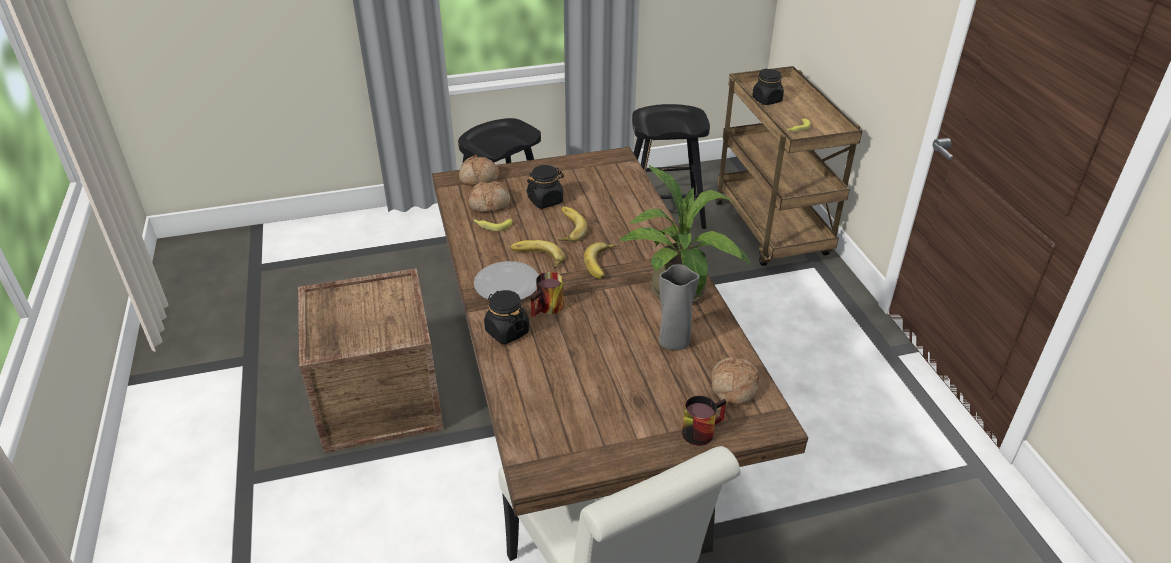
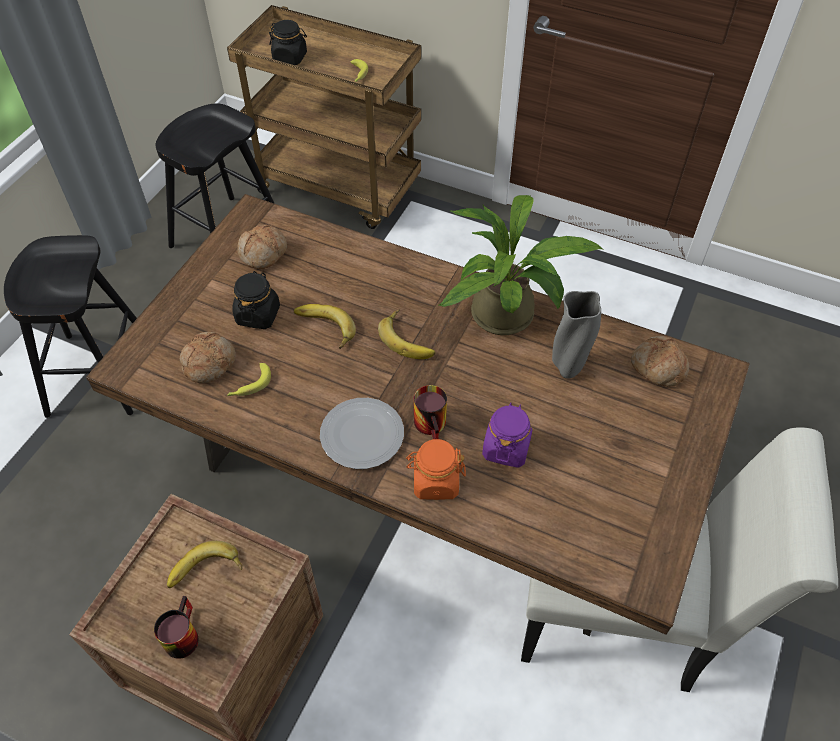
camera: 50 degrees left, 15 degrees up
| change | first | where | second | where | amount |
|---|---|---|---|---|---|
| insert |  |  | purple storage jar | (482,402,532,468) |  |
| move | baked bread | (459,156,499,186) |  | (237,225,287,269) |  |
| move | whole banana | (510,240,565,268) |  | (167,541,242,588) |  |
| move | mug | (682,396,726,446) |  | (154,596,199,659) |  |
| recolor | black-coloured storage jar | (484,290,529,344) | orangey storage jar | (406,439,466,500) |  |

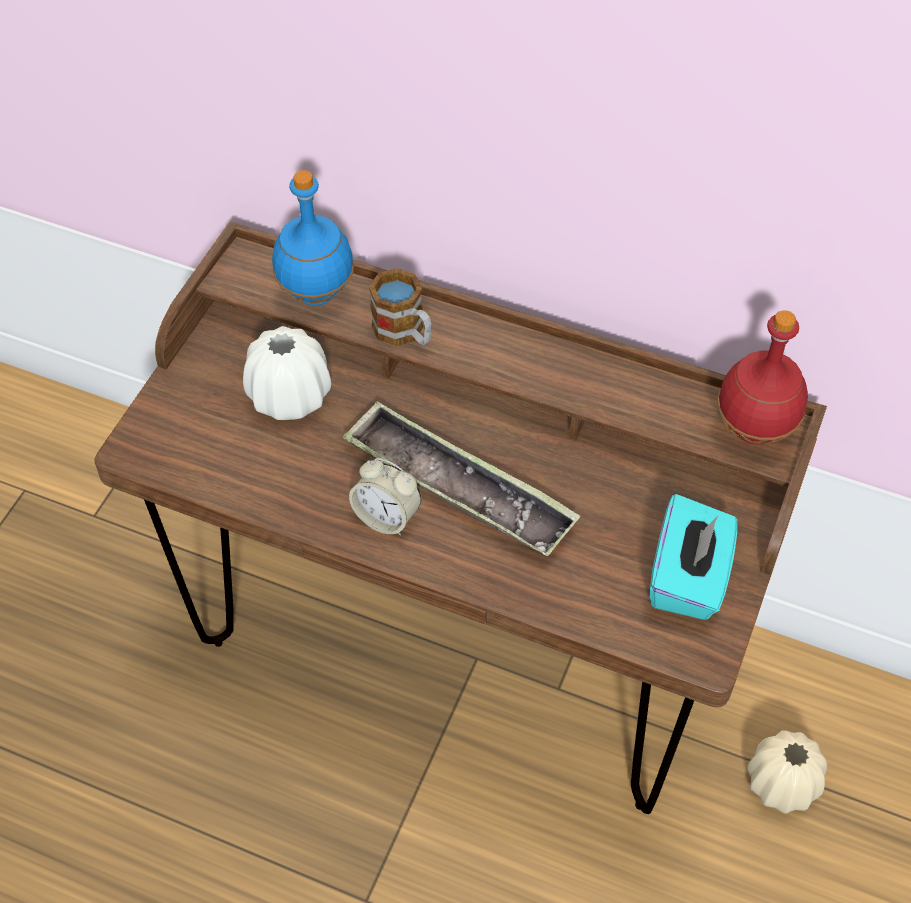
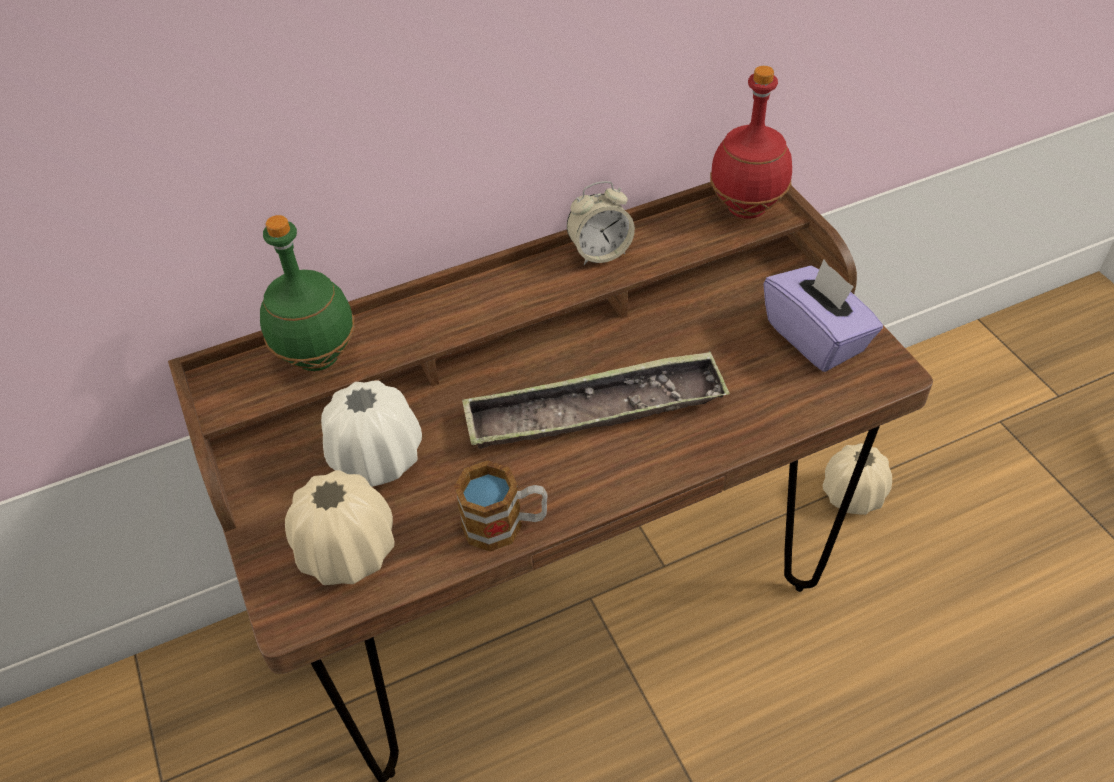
camera: 45 degrees left, 5 degrees down
| change | first | where | second | where | amount |
|---|---|---|---|---|---|
| insert |  |  | beige decorative vase | (285,470,394,585) |  |
| move | alarm clock | (349,458,421,536) |  | (567,181,635,265) |  |
| move | mug | (369,268,431,346) |  | (454,460,548,552) |  |
| recolor | bluish drink bottle | (272,170,354,306) | green drink bottle | (260,215,355,371) |  |
| recolor | blue-green tissue holder | (650,494,737,620) | purple tissue holder | (763,259,883,372) |  |

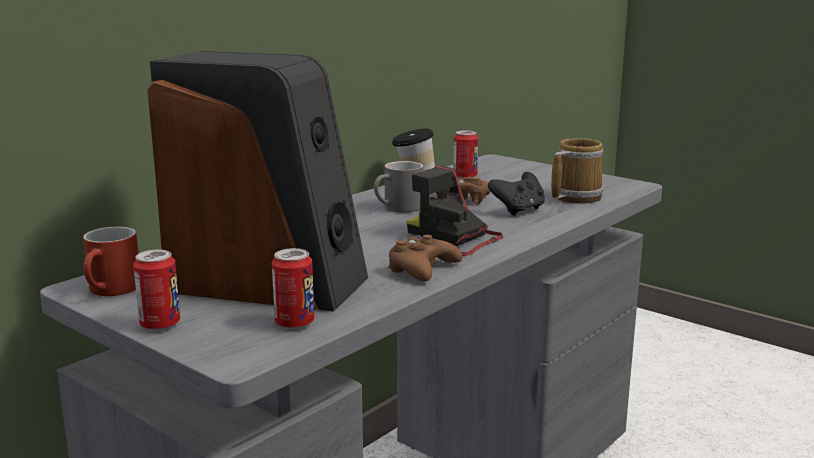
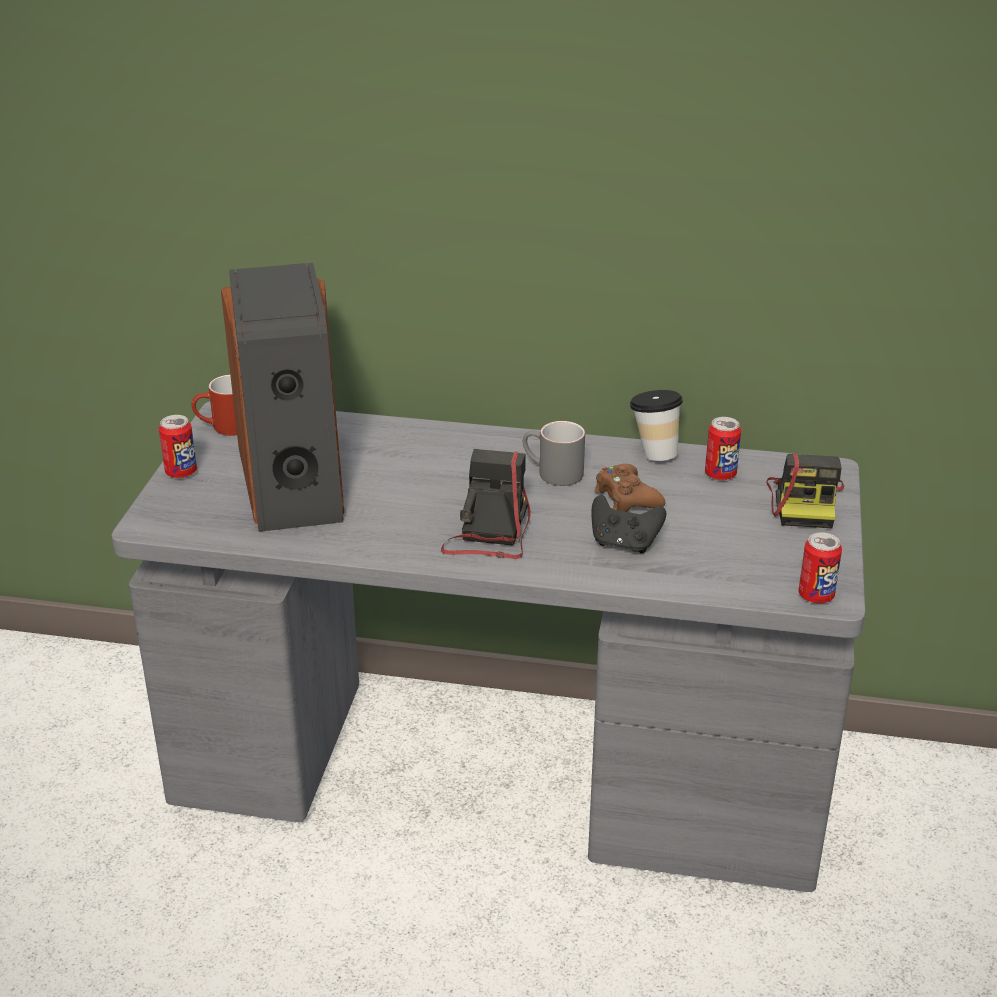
camera: 60 degrees right, 15 degrees up
| change | first | where | second | where | amount |
|---|---|---|---|---|---|
| delete | brown-coloured gamepad | (388,235,462,282) |  |  |  |
| delete | mug | (551,138,604,203) |  |  |  |
| insert |  |  | still camera | (767,453,844,528) |  |
| move | sealed can | (272,248,314,329) |  | (799,532,842,604) |  |

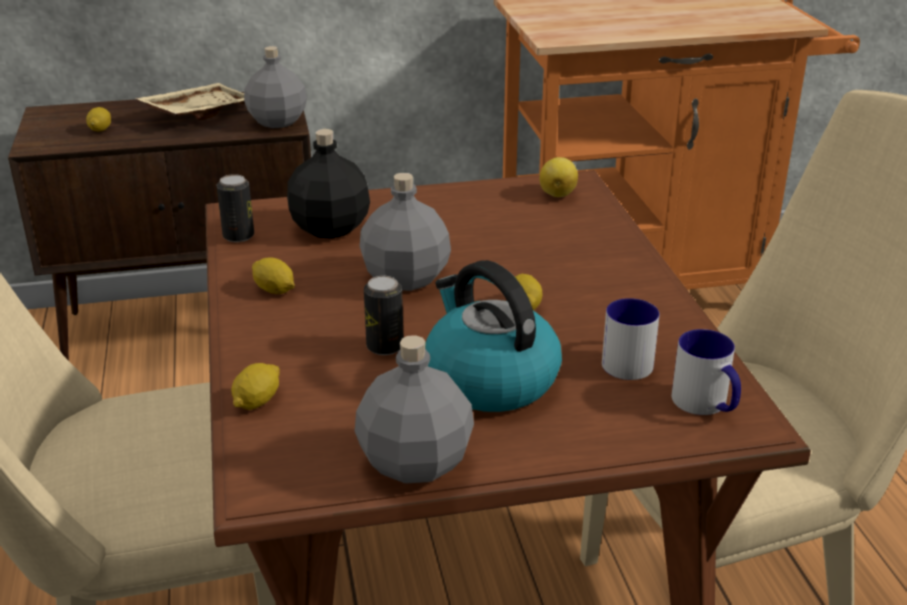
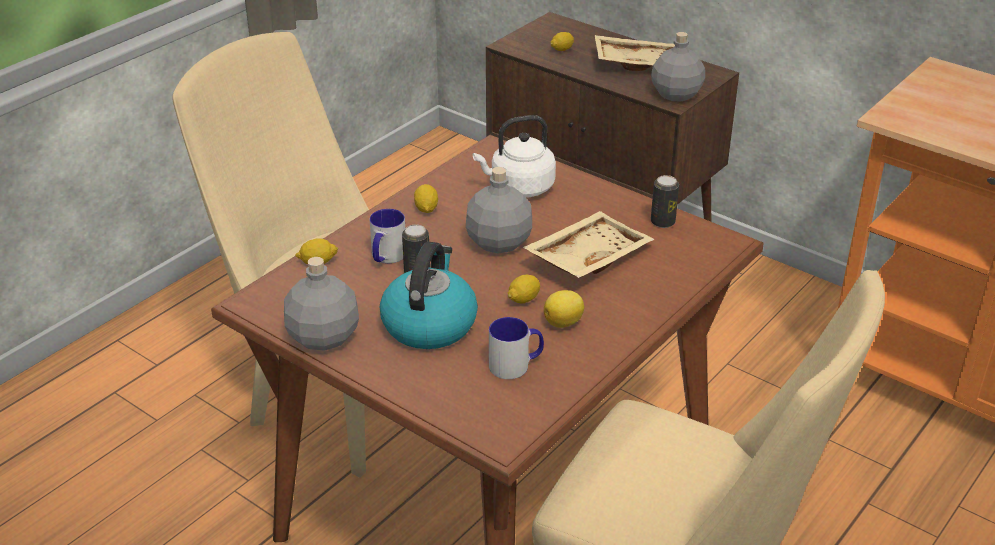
camera: 50 degrees right, 5 degrees up
| change | first | where | second | where | amount |
|---|---|---|---|---|---|
| insert |  |  | beige serving tray | (523,211,655,278) |  |
| move | sealed can | (217,174,254,242) |  | (651,175,679,228) |  |
| move | whole lemon | (539,157,578,197) |  | (544,290,584,328) |  |
| move | mug | (672,329,741,415) |  | (370,209,405,263) |  |
| replace | black-coloured drink bottle | (287,129,370,239) | white kettle | (473,115,556,198) |  |

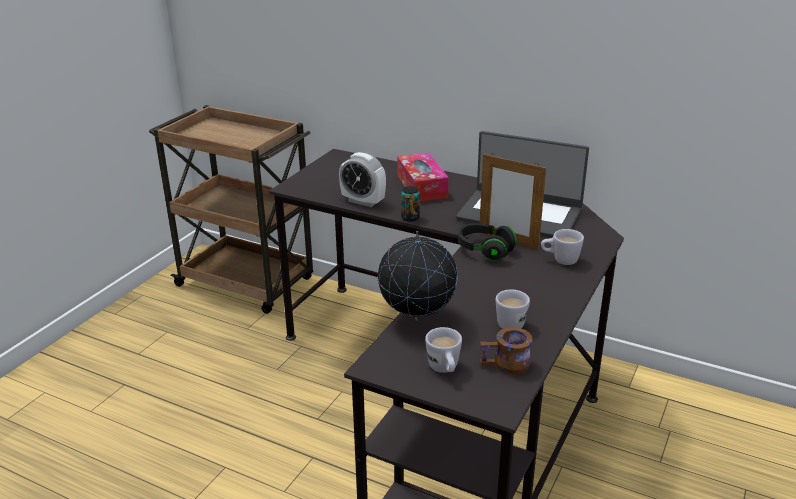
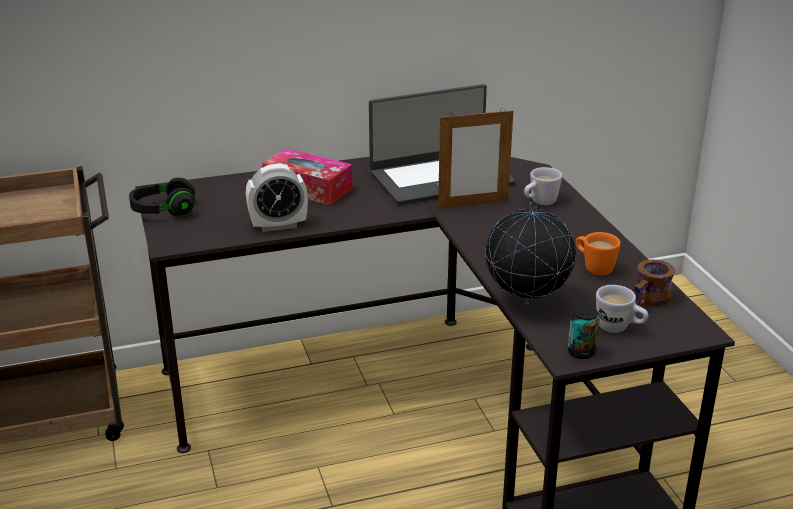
camera: 45 degrees left, 0 degrees up
| change | first | where | second | where | amount |
|---|---|---|---|---|---|
| move | sealed can | (401,186,420,222) |  | (568,306,600,359) |  |
| move | black-coloured headphones | (458,223,517,261) |  | (129,177,195,216) |  |
| recolor | white mug | (495,290,530,329) | orangey mug | (576,232,621,276) |  |

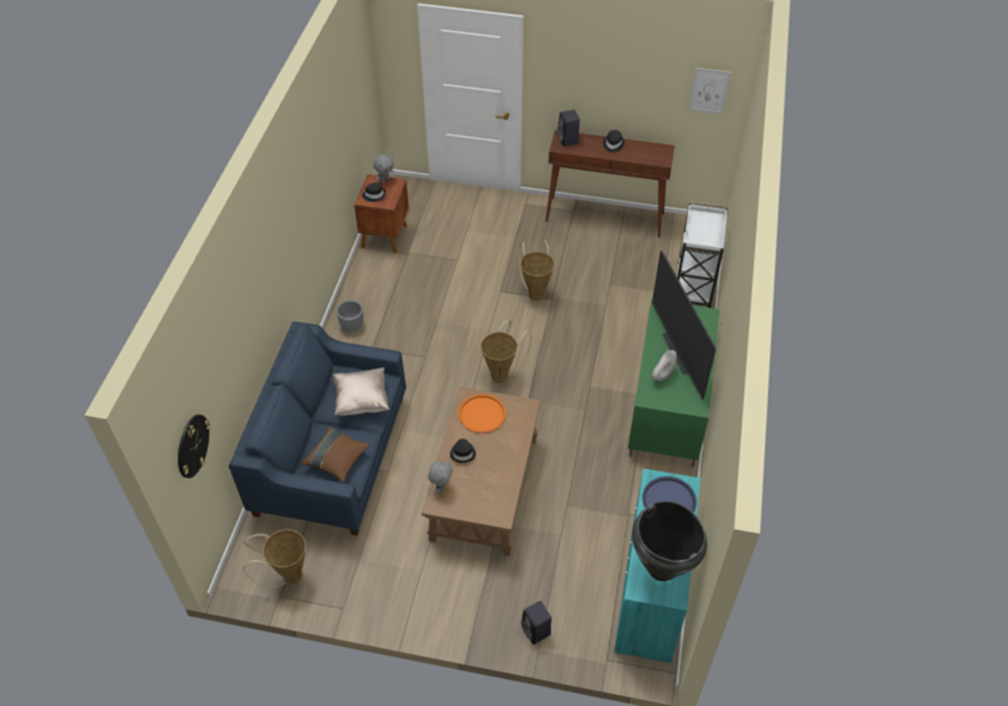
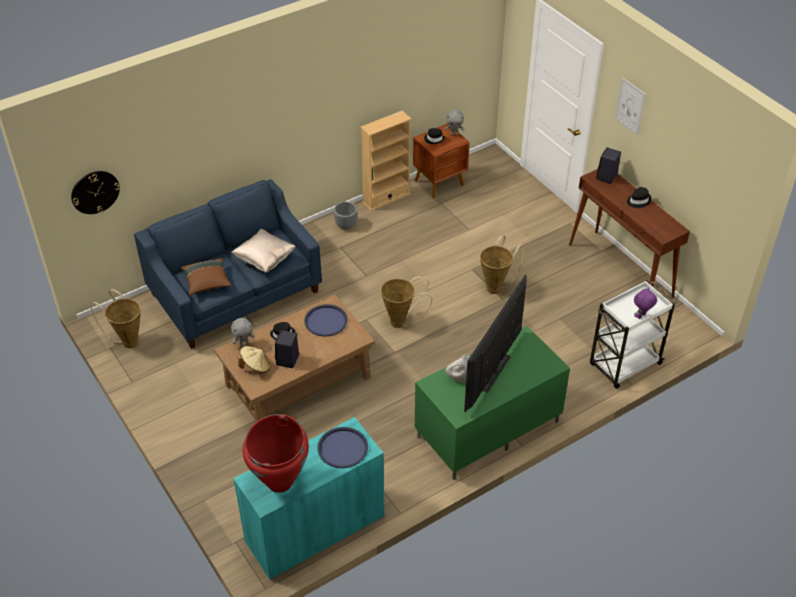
camera: 45 degrees right, 5 degrees down
| change | first | where | second | where | amount |
|---|---|---|---|---|---|
| insert |  |  | beige wearable hat | (238,346,271,373) |  |
| insert |  |  | beige bookcase | (360,111,411,211) |  |
| insert |  |  | purple cuddly toy | (634,287,657,319) |  |
| move | black-coloured audio speaker | (521,601,552,645) |  | (275,330,299,368) |  |
| move | picture | (689,68,731,115) |  | (615,78,646,136) |  |
| recolor | orangey serving tray | (458,394,506,433) | bluish serving tray | (304,304,348,336) |  |
| recolor | black-coloured decorative vase | (632,501,707,581) | red decorative vase | (243,414,309,493) |  |

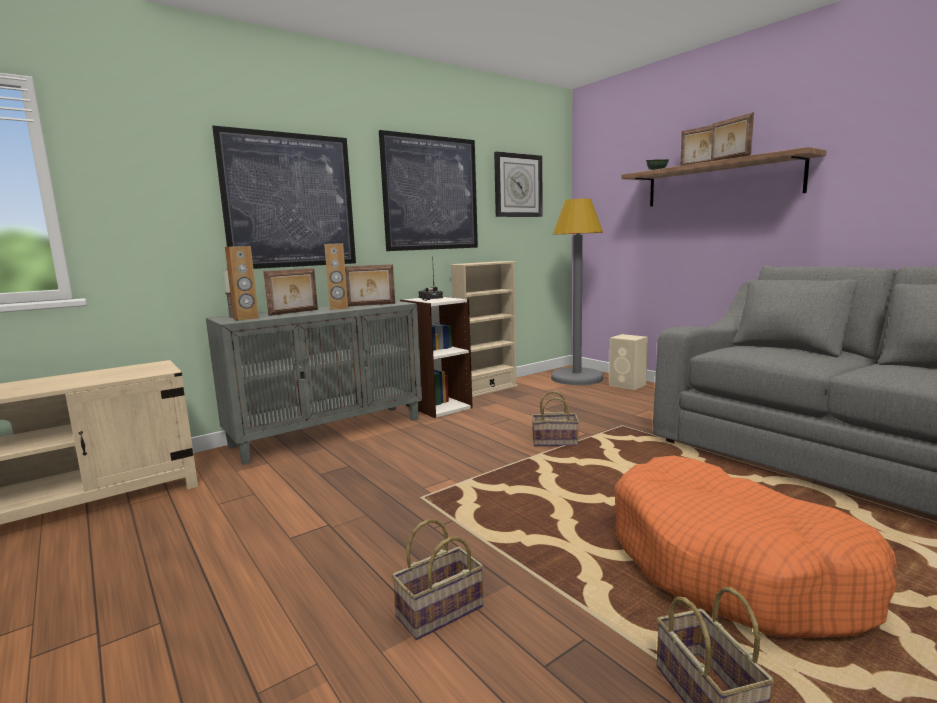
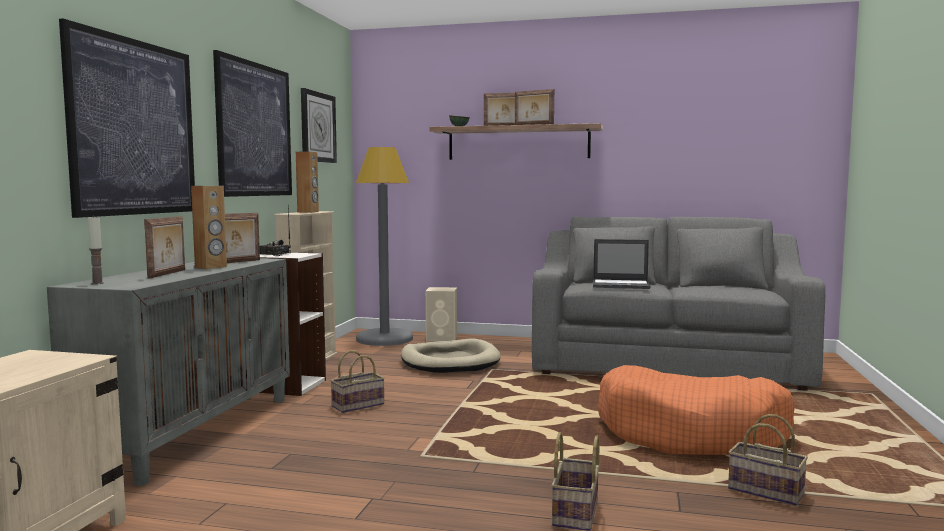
camera: 40 degrees left, 5 degrees down
| change | first | where | second | where | amount |
|---|---|---|---|---|---|
| insert |  |  | beige pet bed | (401,338,501,373) |  |
| insert |  |  | notebook computer | (593,239,651,289) |  |
| move | brown-coloured audio speaker | (225,246,259,321) |  | (296,151,319,213) |  |
| move | household basket | (532,391,579,447) |  | (330,350,385,413) |  |

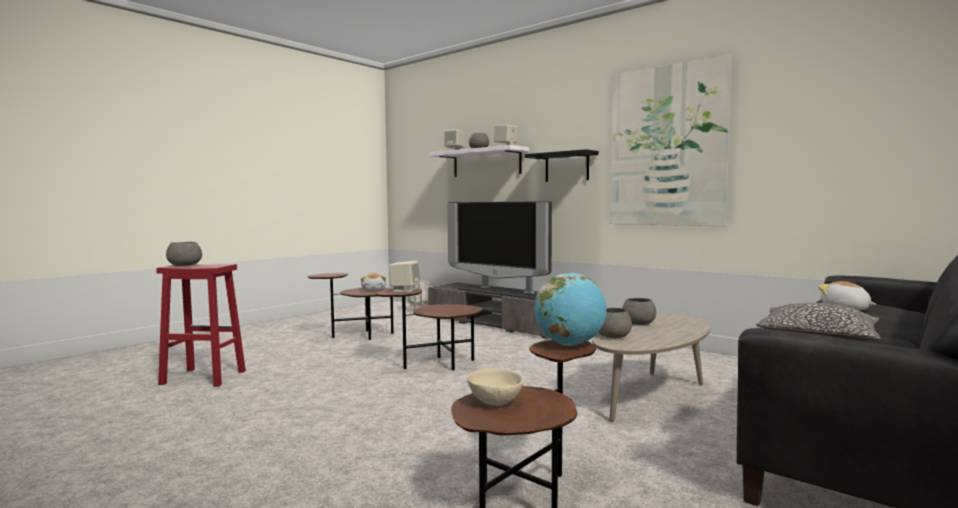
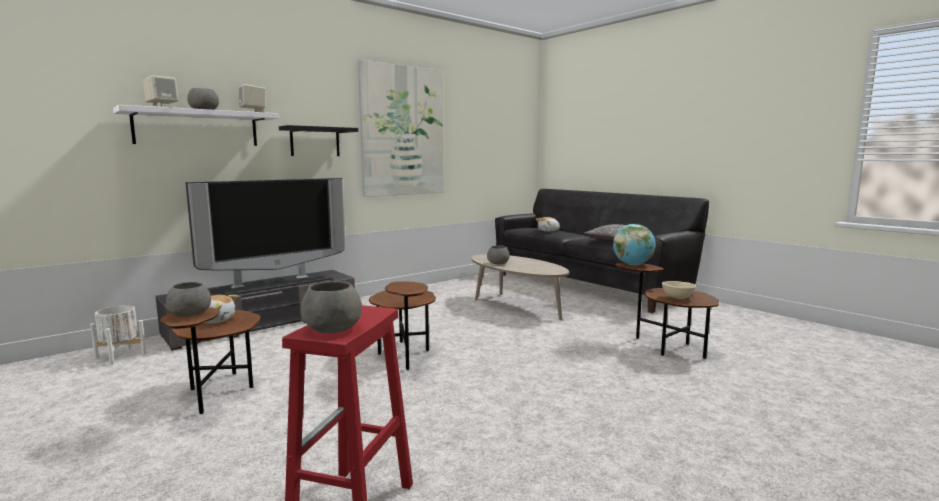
camera: 80 degrees left, 5 degrees up
| change | first | where | second | where | amount |
|---|---|---|---|---|---|
| delete | beige audio speaker | (388,261,420,292) |  |  |  |
| move | gray bowl | (598,308,632,338) |  | (166,282,211,317) |  |

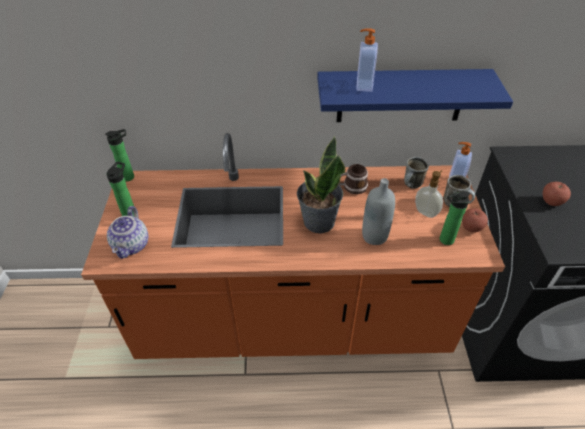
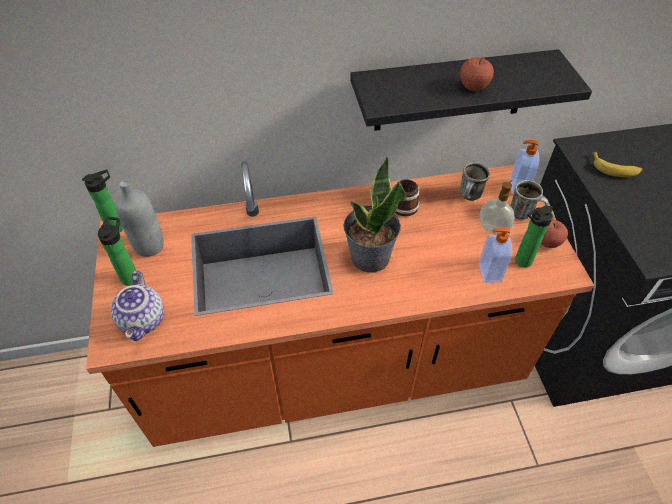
camera: 10 degrees left, 5 degrees up
| change | first | where | second | where | amount |
|---|---|---|---|---|---|
| insert |  |  | whole banana | (592,151,643,177) |  |
| move | soap bottle | (356,28,378,92) |  | (479,227,512,283) |  |
| move | gray drink bottle | (362,178,395,245) |  | (116,180,164,257) |  |
| move | apple fruit | (543,182,571,206) |  | (460,57,494,91) |  |
| recolor | bluish shelf | (317,69,513,122) | black-coloured shelf | (350,49,592,131) |  |

